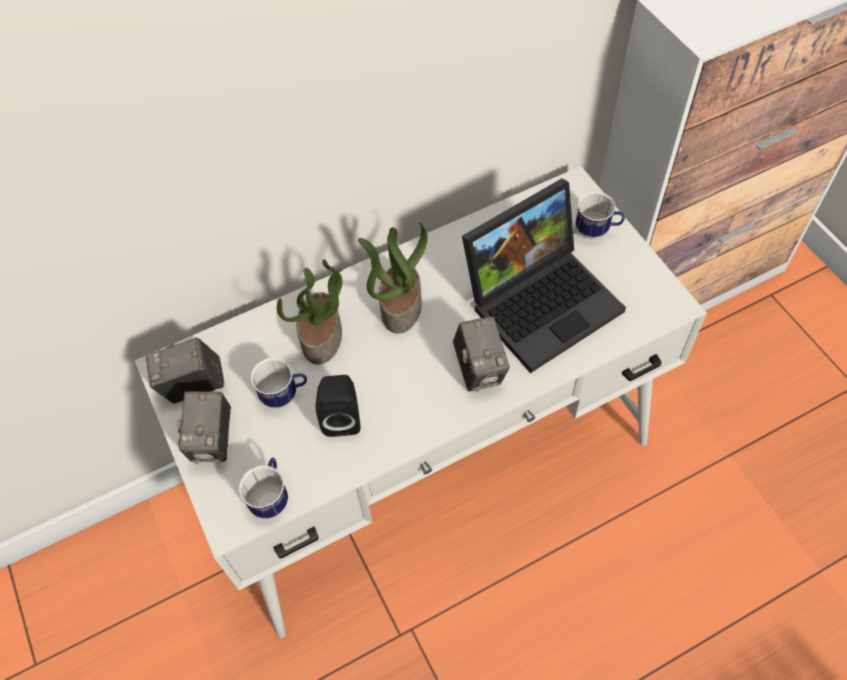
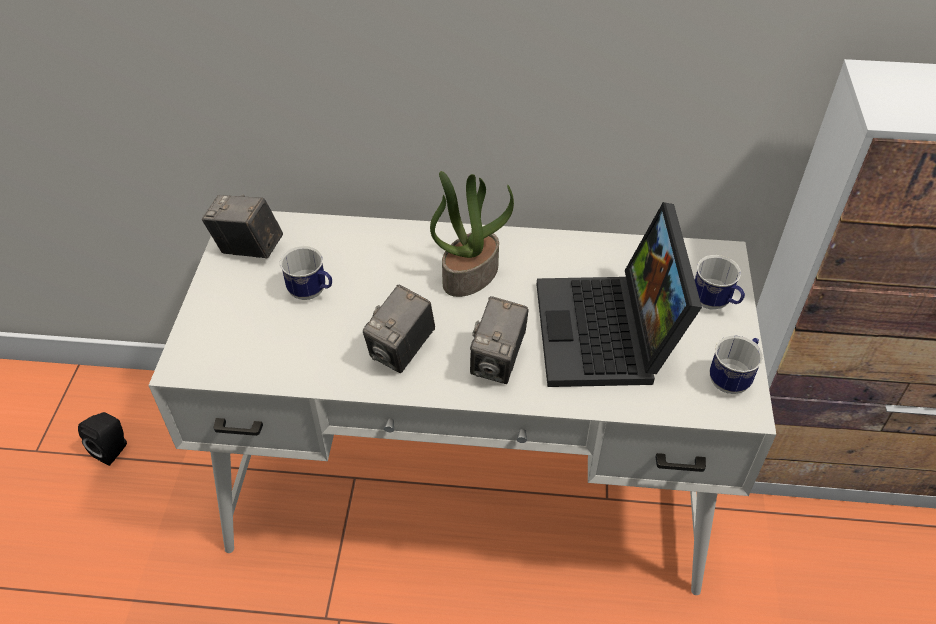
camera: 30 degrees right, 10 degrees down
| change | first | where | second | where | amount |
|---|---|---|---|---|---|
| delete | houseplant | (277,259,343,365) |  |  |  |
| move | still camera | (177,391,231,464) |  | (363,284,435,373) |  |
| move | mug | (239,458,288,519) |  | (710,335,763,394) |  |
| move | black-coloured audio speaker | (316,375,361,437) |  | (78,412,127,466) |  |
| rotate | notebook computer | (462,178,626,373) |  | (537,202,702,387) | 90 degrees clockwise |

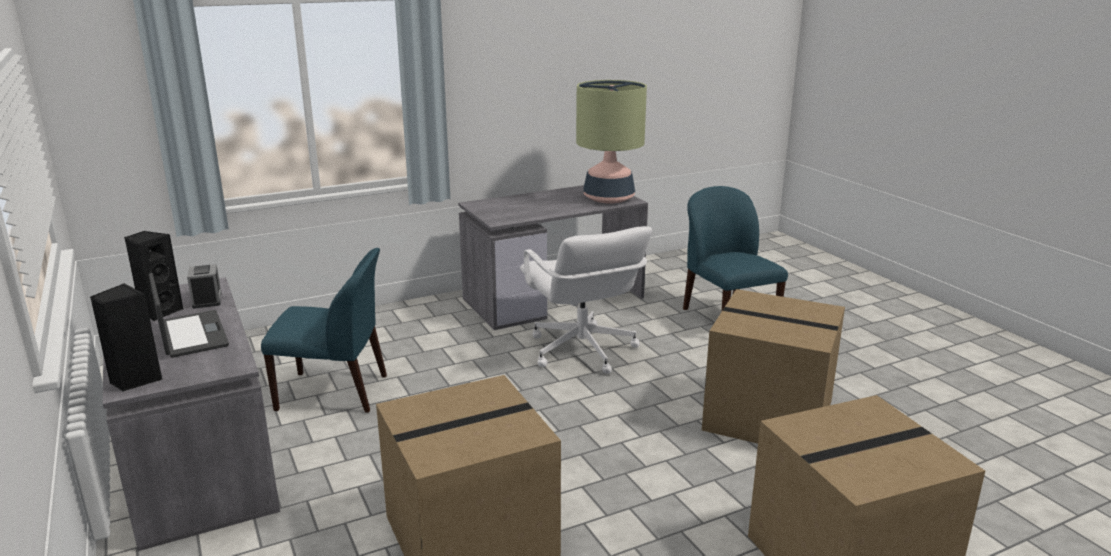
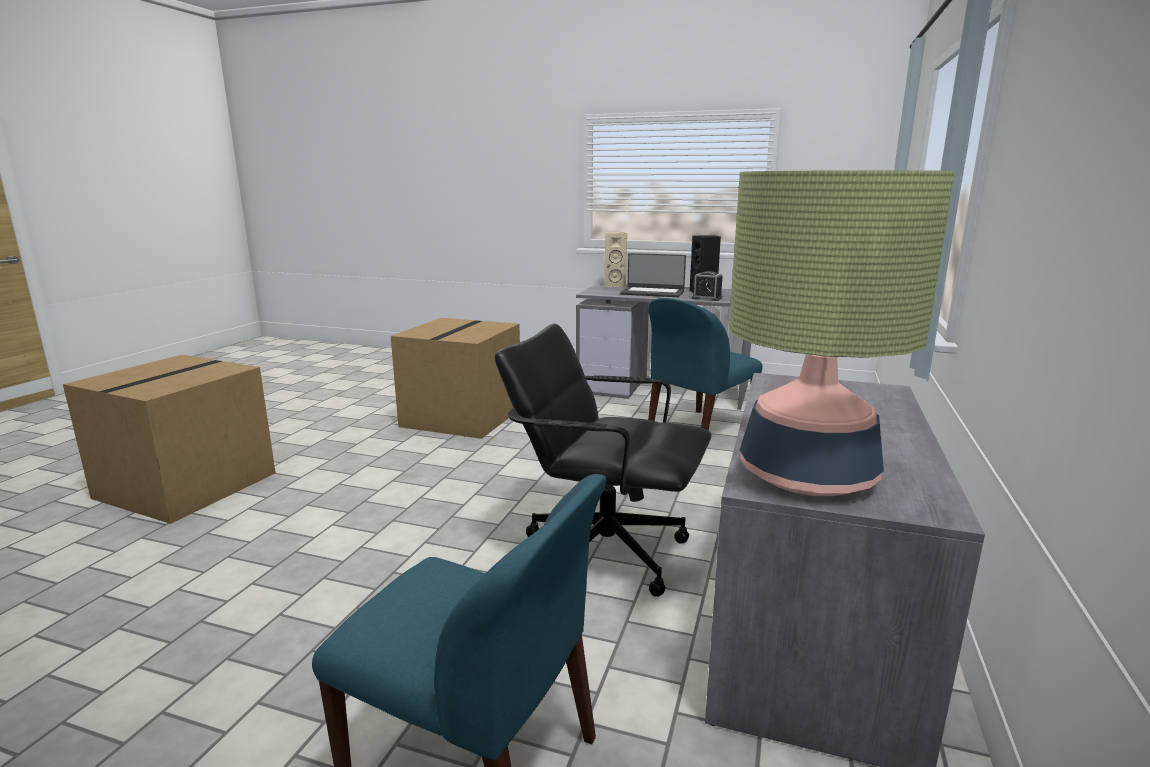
camera: 135 degrees right, 5 degrees down
| change | first | where | second | where | amount |
|---|---|---|---|---|---|
| delete | cardboard box | (702,289,845,443) |  |  |  |
| recolor | black-coloured audio speaker | (90,283,162,392) | beige audio speaker | (605,232,627,287) |  |
| recolor | white office chair | (520,226,652,374) | black-coloured office chair | (495,323,712,597) |  |

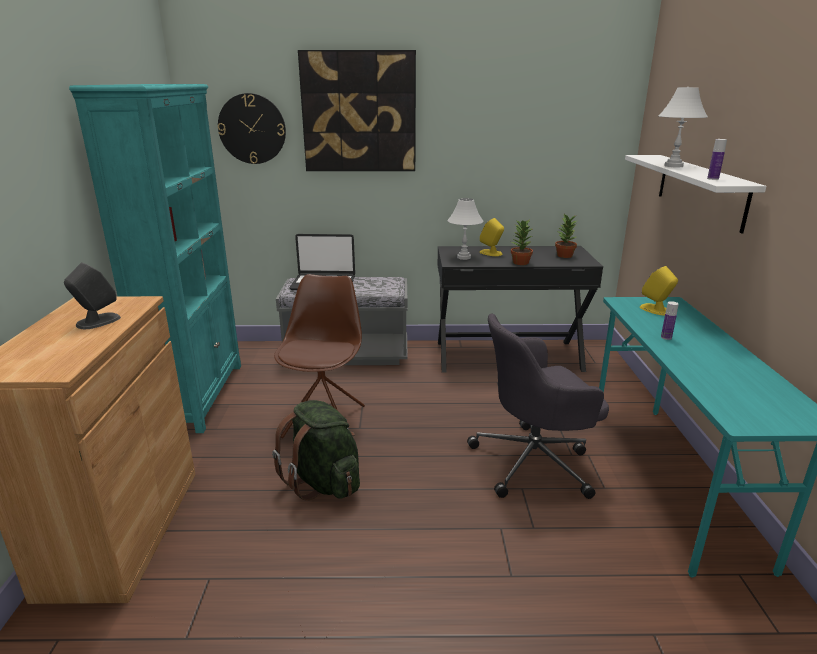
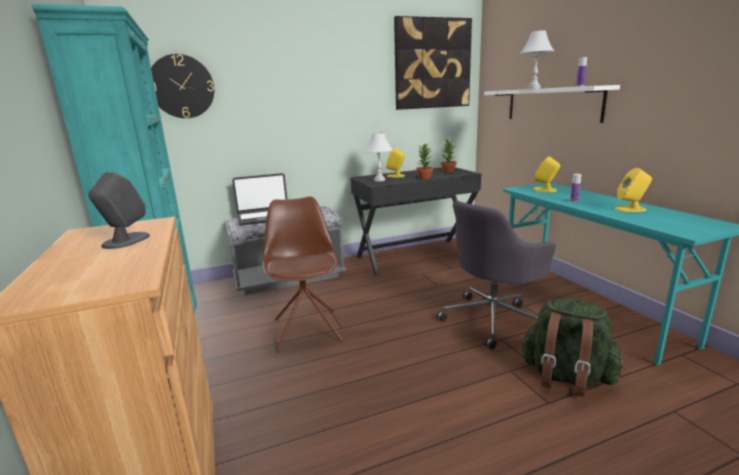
camera: 20 degrees left, 5 degrees down
| change | first | where | second | where | amount |
|---|---|---|---|---|---|
| insert |  |  | yellow-coloured audio speaker | (615,168,652,212) |  |
| move | green knapsack | (272,400,360,501) |  | (521,298,623,397) |  |
| move | picture | (298,50,416,171) |  | (394,16,472,110) |  |

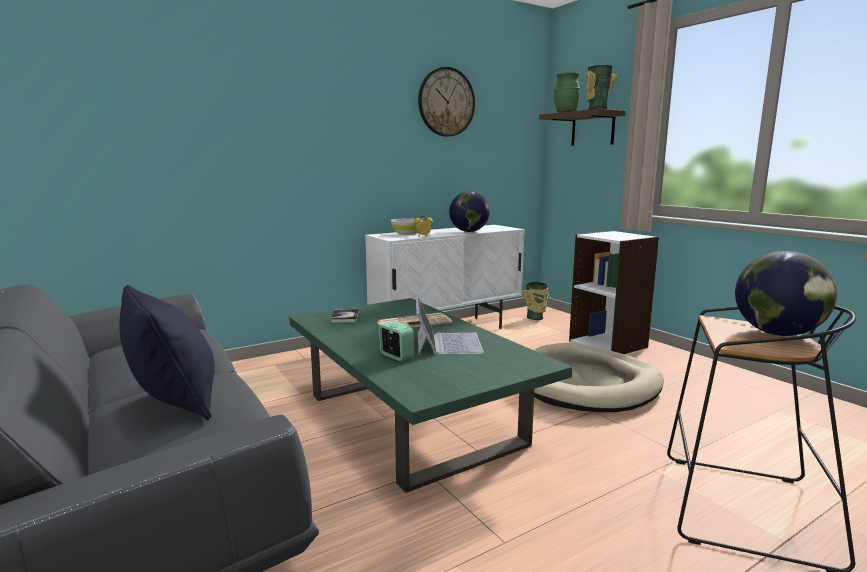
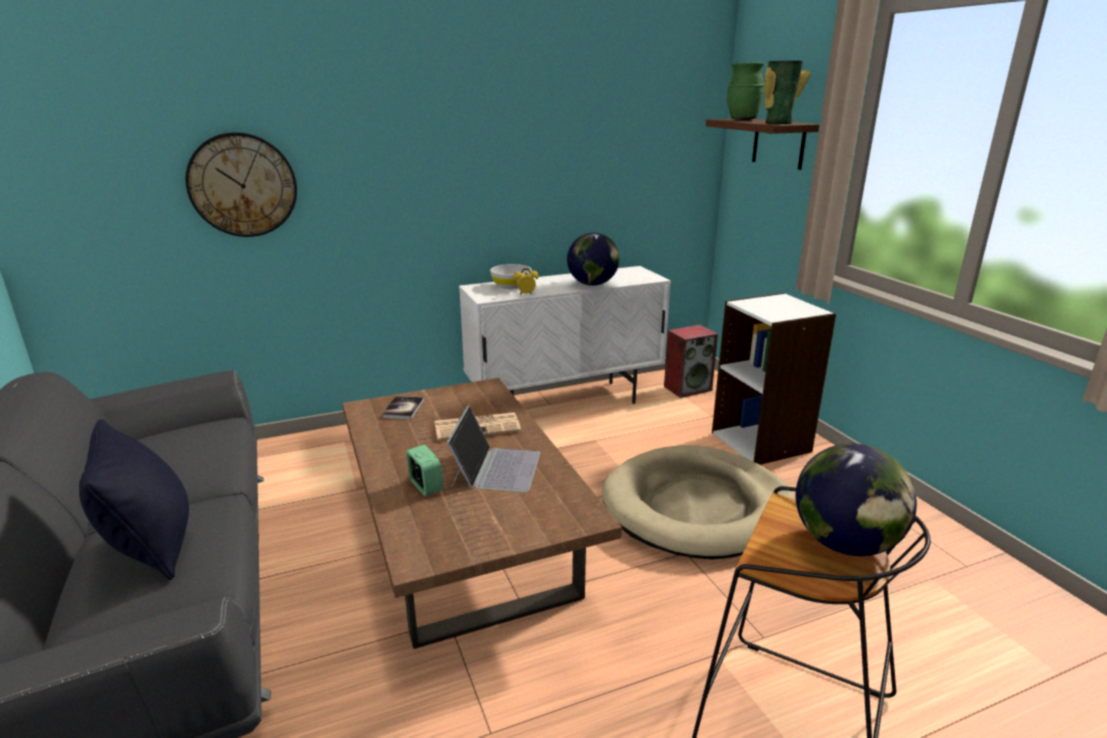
camera: 10 degrees right, 10 degrees up
| change | first | where | second | where | amount |
|---|---|---|---|---|---|
| move | hanging clock | (418,67,475,137) |  | (185,132,297,237) |  |
| replace | decorative vase | (522,282,548,320) | audio speaker | (664,325,718,398) |  |
| recolor | green coffee table | (289,298,573,493) | brown-coloured coffee table | (342,378,622,649) |  |

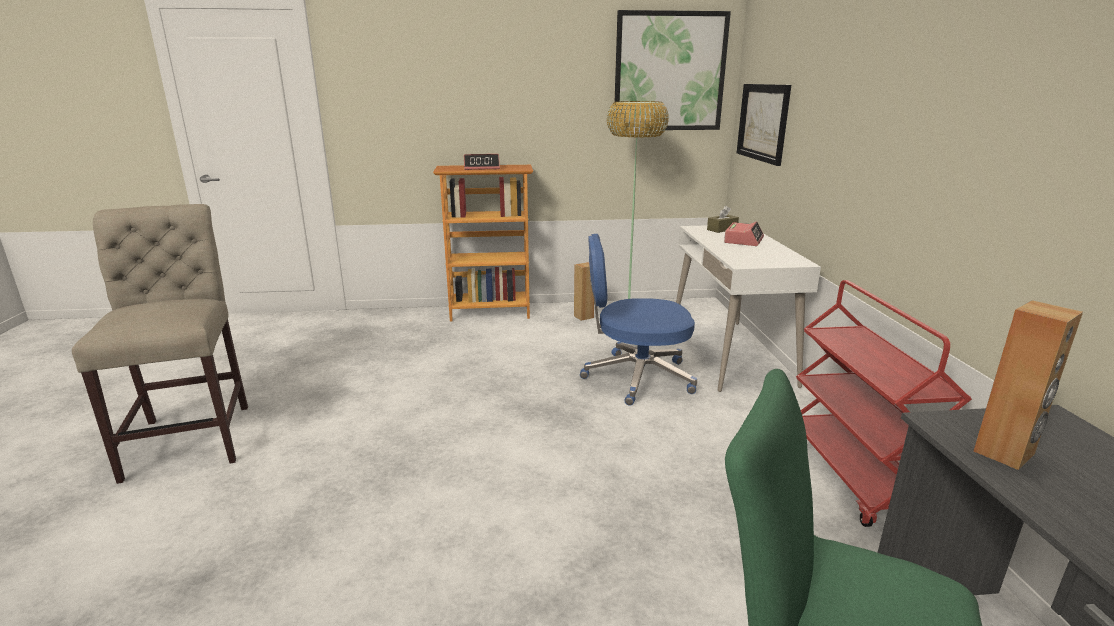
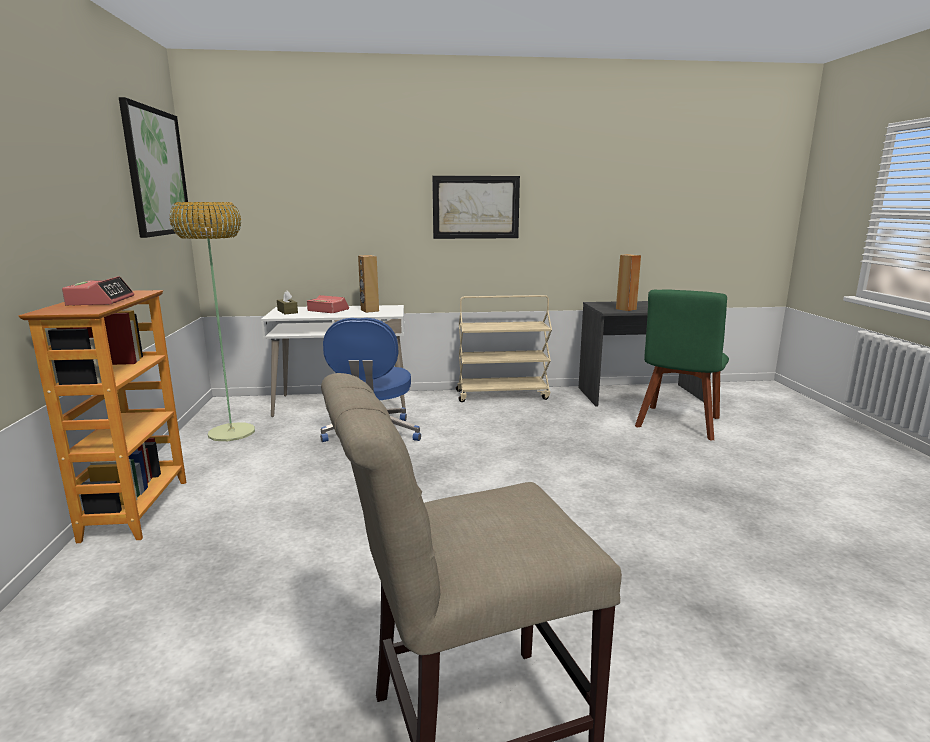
camera: 90 degrees left, 5 degrees down
| change | first | where | second | where | amount |
|---|---|---|---|---|---|
| move | brown-coloured audio speaker | (574,262,594,321) |  | (358,255,379,313) |  |
| move | picture | (737,84,791,166) |  | (432,176,520,239) |  |
| recolor | red wheeled cart | (796,280,972,527) | beige wheeled cart | (456,295,552,402) |  |

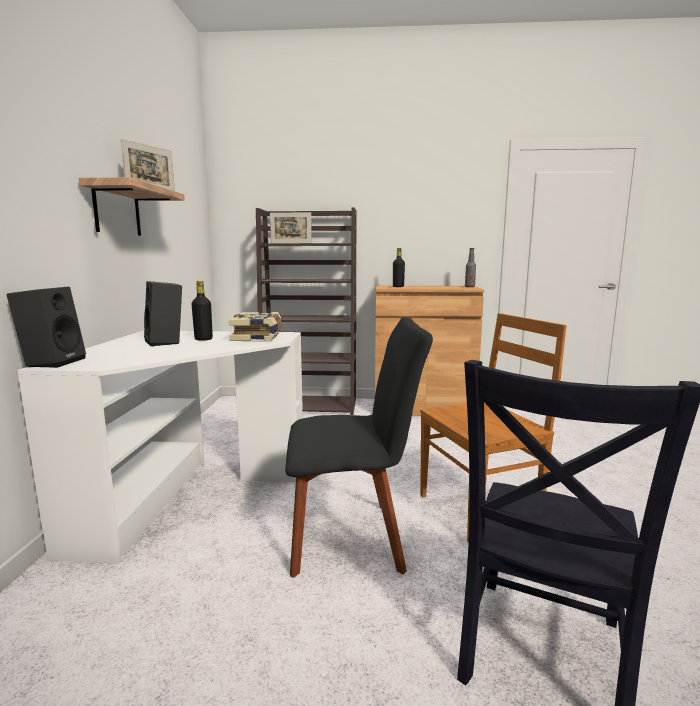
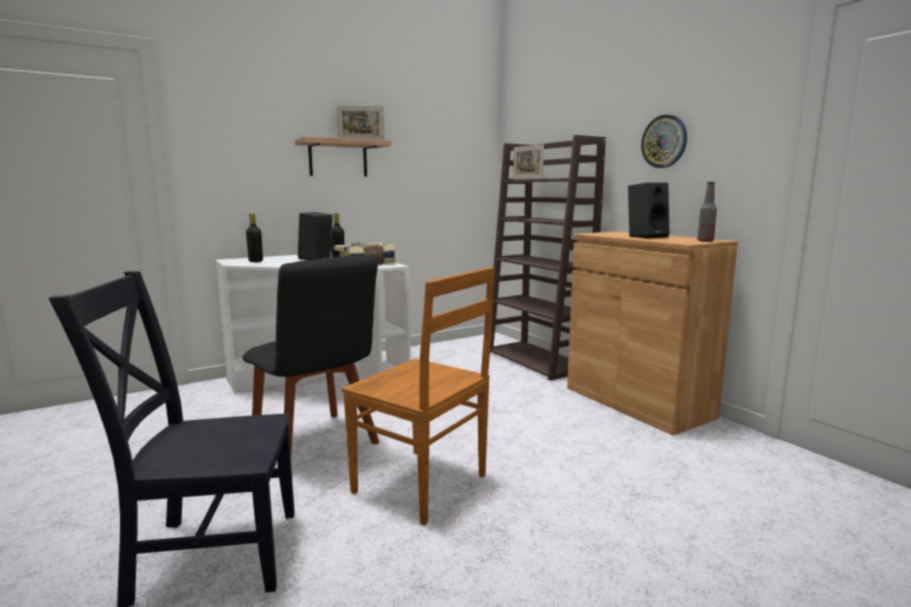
camera: 55 degrees right, 0 degrees up
| change | first | where | second | where | amount |
|---|---|---|---|---|---|
| insert |  |  | hanging clock | (641,114,687,168) |  |
| move | black-coloured audio speaker | (6,287,86,368) |  | (628,182,669,239) |  |
| move | black-coloured drink bottle | (393,248,405,287) |  | (246,213,263,262) |  |

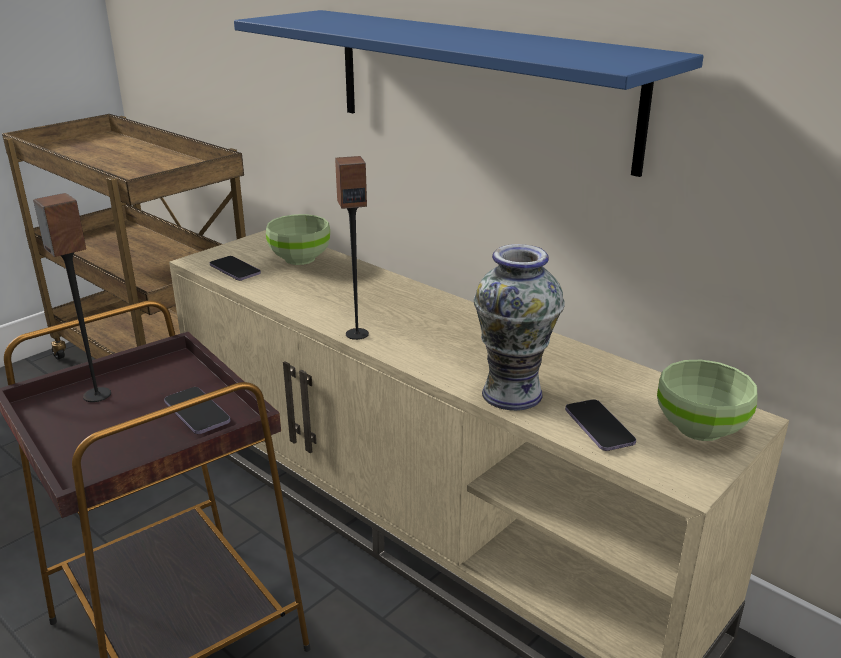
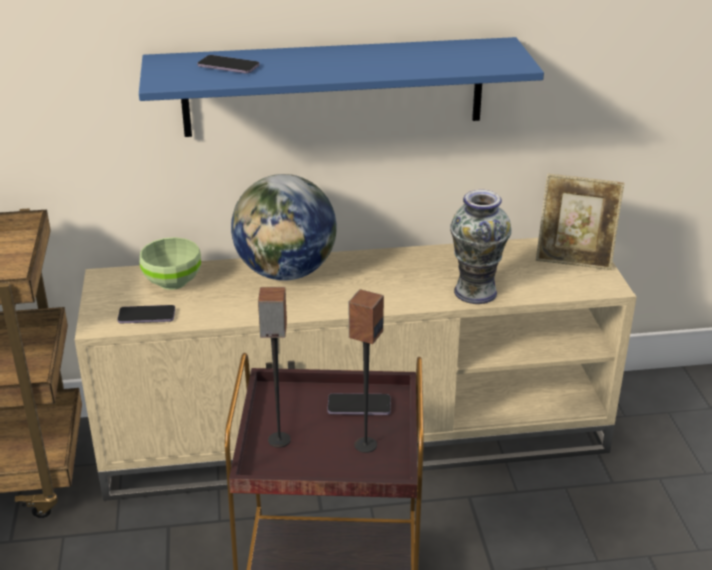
camera: 50 degrees left, 5 degrees up
| change | first | where | second | where | amount |
|---|---|---|---|---|---|
| insert |  |  | desk globe | (231,174,337,281) |  |
| move | audio speaker | (335,156,369,340) |  | (349,289,384,453) |  |
| move | handset | (565,399,636,451) |  | (197,55,260,74) |  |
| replace | green bowl | (657,360,757,441) | photo frame | (536,173,625,270) |  |

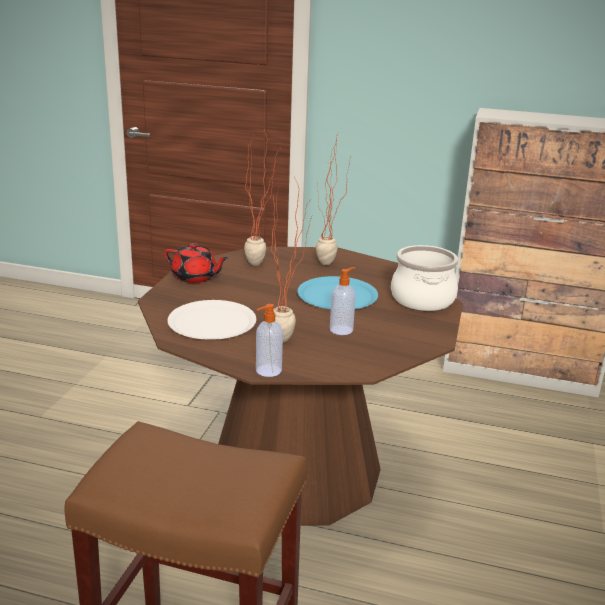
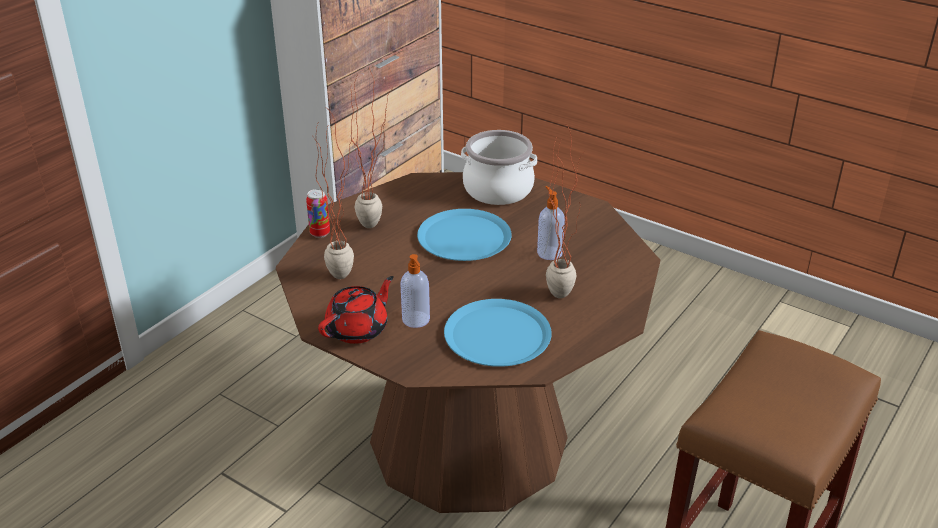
camera: 70 degrees left, 10 degrees up
| change | first | where | second | where | amount |
|---|---|---|---|---|---|
| insert |  |  | sealed can | (306,189,330,238) |  |
| move | soap bottle | (256,304,283,377) |  | (400,254,430,328) |  |
| recolor | white plate | (167,300,256,340) | bluish plate | (444,299,552,367) |  |

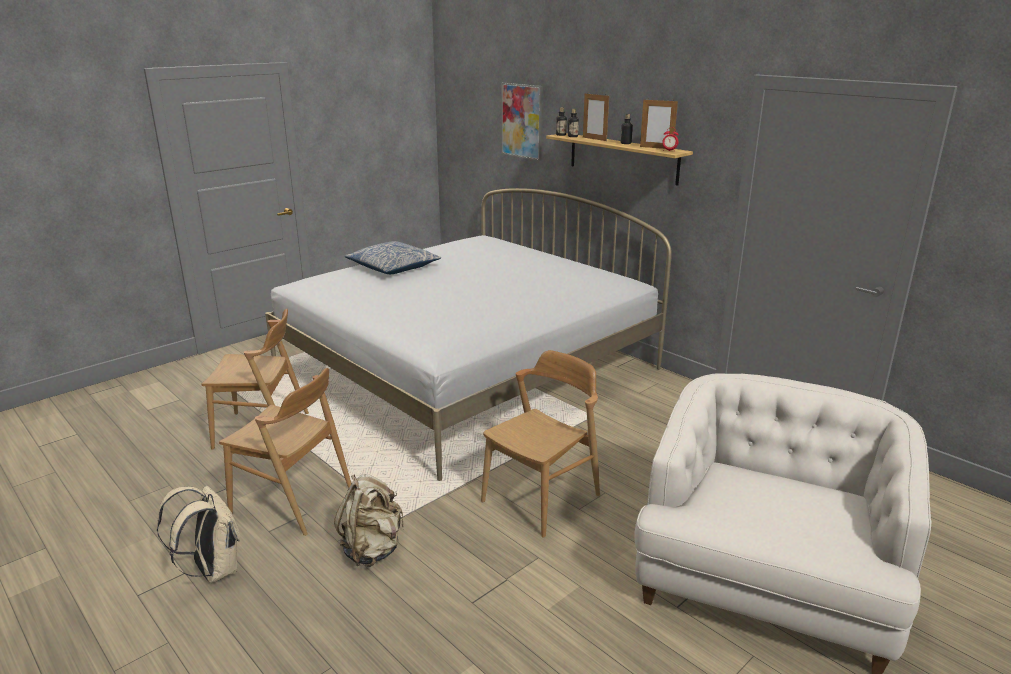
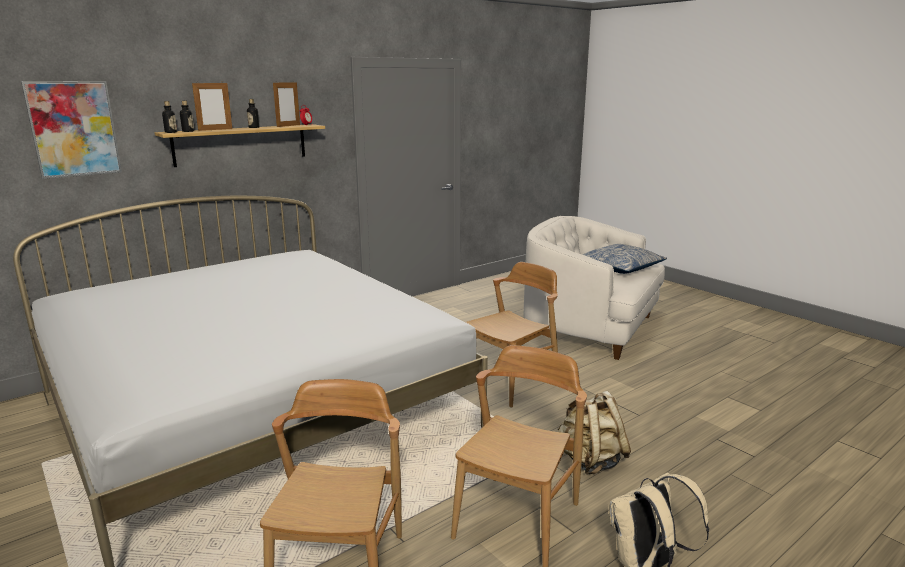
camera: 85 degrees left, 5 degrees down
| change | first | where | second | where | amount |
|---|---|---|---|---|---|
| move | throw pillow | (345,241,441,274) |  | (582,244,667,274) |  |
| rotate | brown-coloured upright chair | (481,350,600,538) |  | (466,262,558,408) | 90 degrees clockwise |

